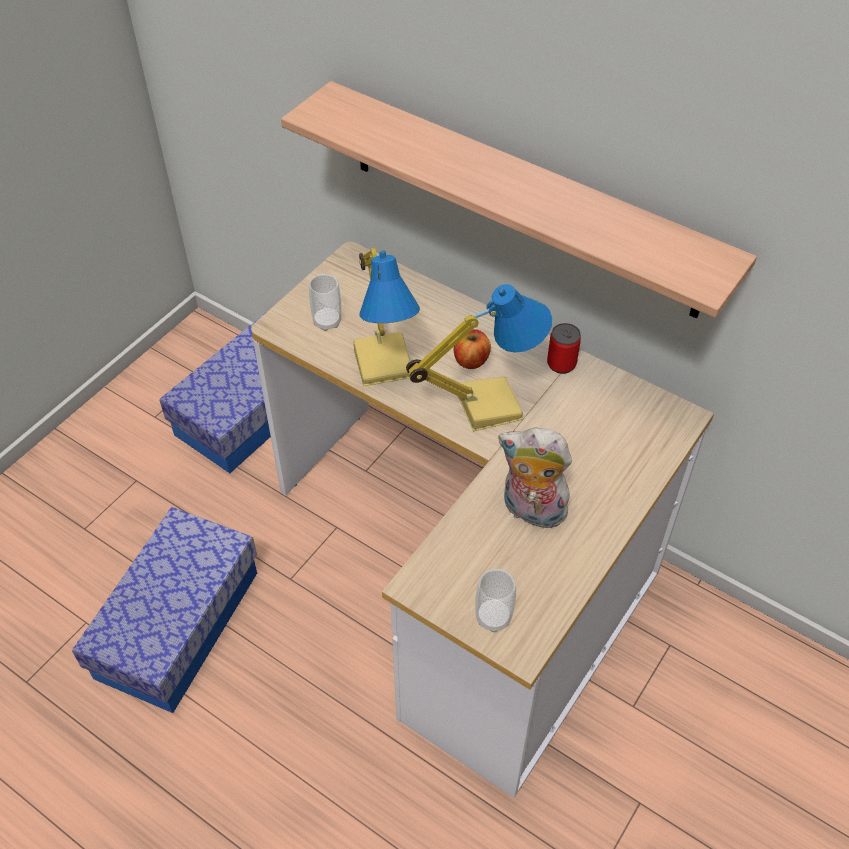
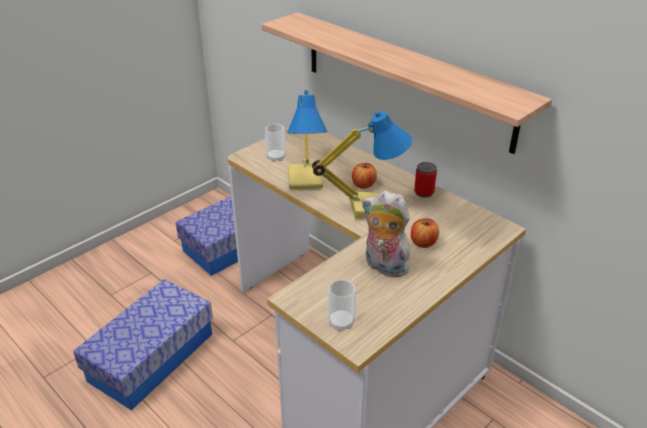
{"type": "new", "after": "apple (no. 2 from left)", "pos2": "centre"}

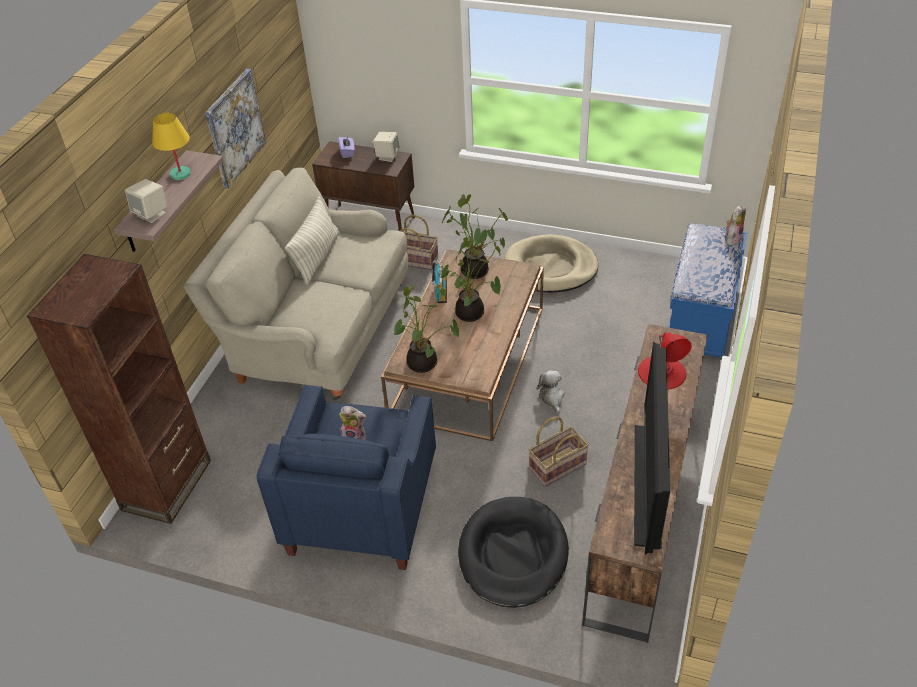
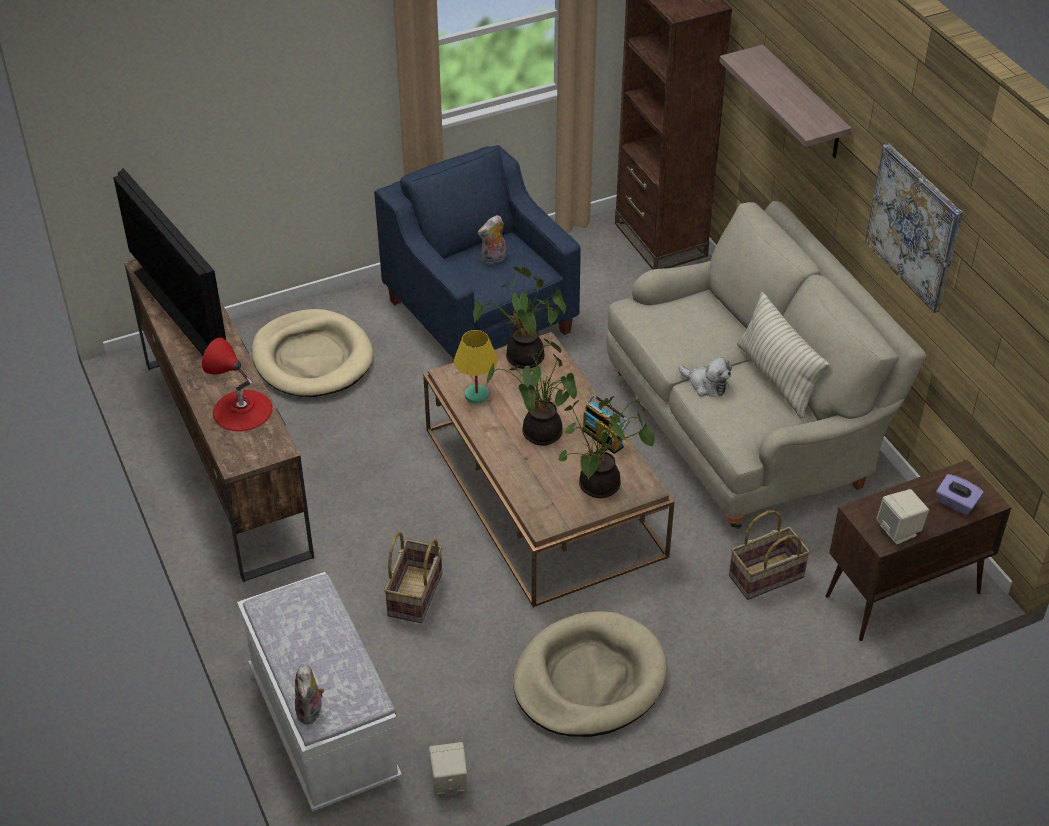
{"type": "shifted", "before": "beige speaker (no. 1 from left)", "pos1": "top left", "pos2": "bottom centre"}
{"type": "shifted", "before": "yellow table lamp", "pos1": "top left", "pos2": "centre"}
{"type": "shifted", "before": "basket (no. 2 from left in the first image)", "after": "basket (no. 1 from left)", "pos1": "centre", "pos2": "bottom centre"}
{"type": "shifted", "before": "plush toy (no. 2 from left in the first image)", "after": "plush toy (no. 3 from left)", "pos1": "centre", "pos2": "middle right"}
{"type": "repainted", "before": "black dog bed", "after": "beige dog bed (no. 1 from left)", "pos1": "bottom centre", "pos2": "middle left"}
{"type": "repainted", "before": "blue bench", "after": "white bench", "pos1": "middle right", "pos2": "bottom left"}

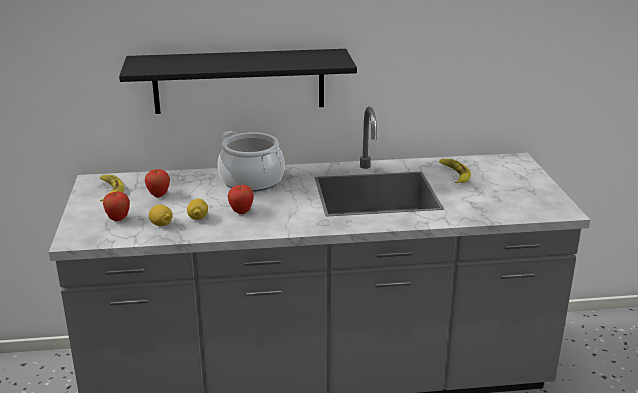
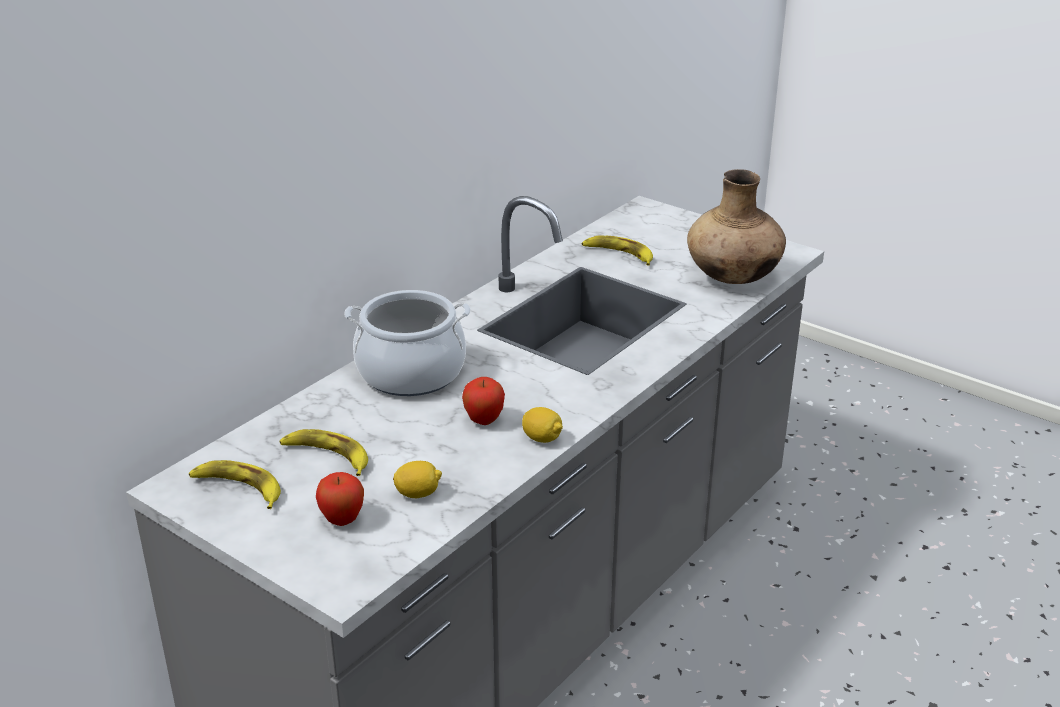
{"type": "gone", "before": "black shelf", "pos1": "top centre"}
{"type": "new", "after": "brown vase", "pos2": "top right"}
{"type": "shifted", "before": "lemon (no. 2 from left)", "pos1": "middle left", "pos2": "centre"}
{"type": "swapped", "before": "apple (no. 2 from left)", "after": "banana (no. 2 from left)", "pos1": "middle left", "pos2": "middle left"}

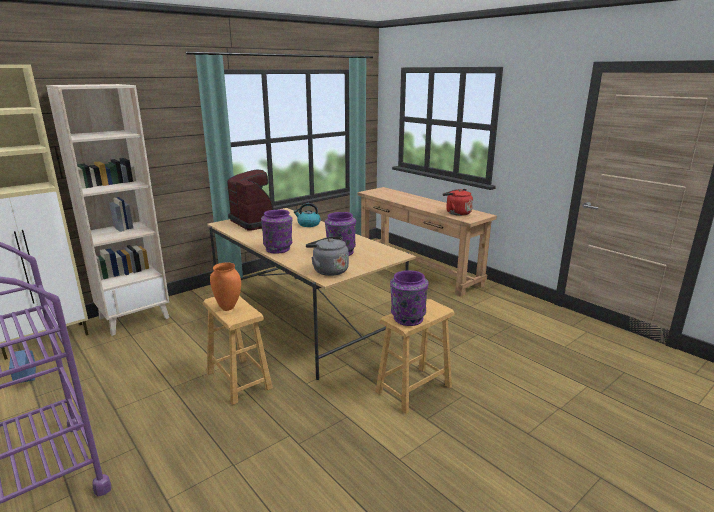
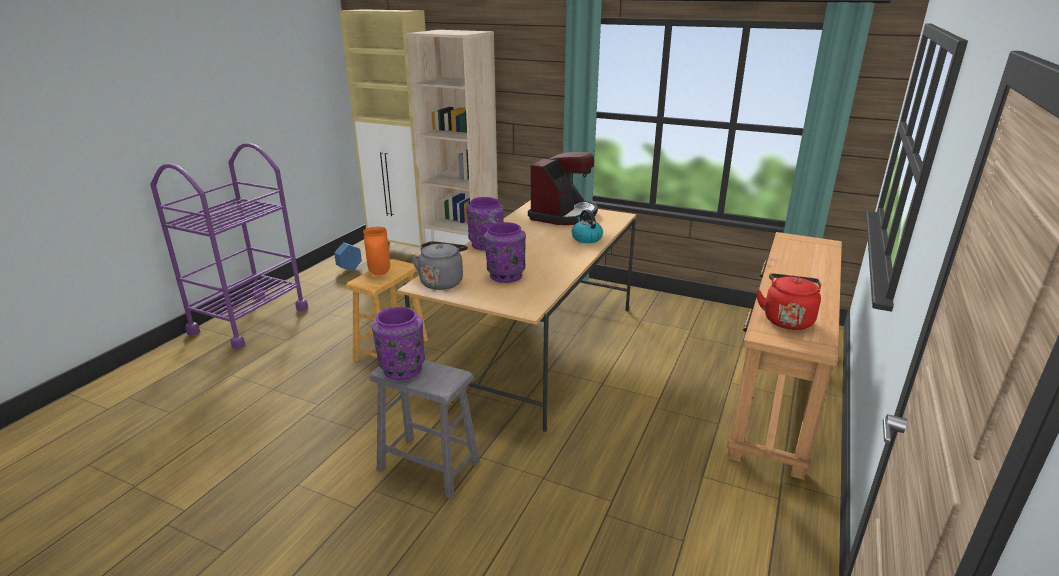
{"type": "repainted", "before": "brown stool (no. 2 from left)", "after": "grey stool", "pos1": "bottom centre", "pos2": "bottom centre"}

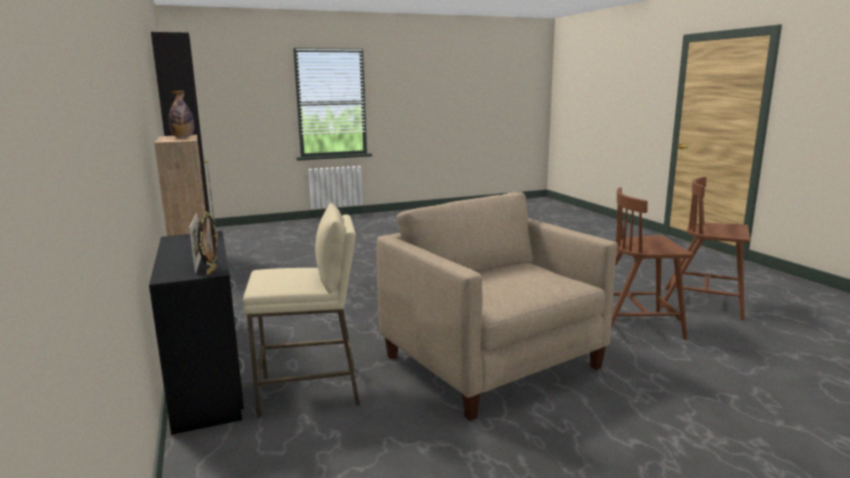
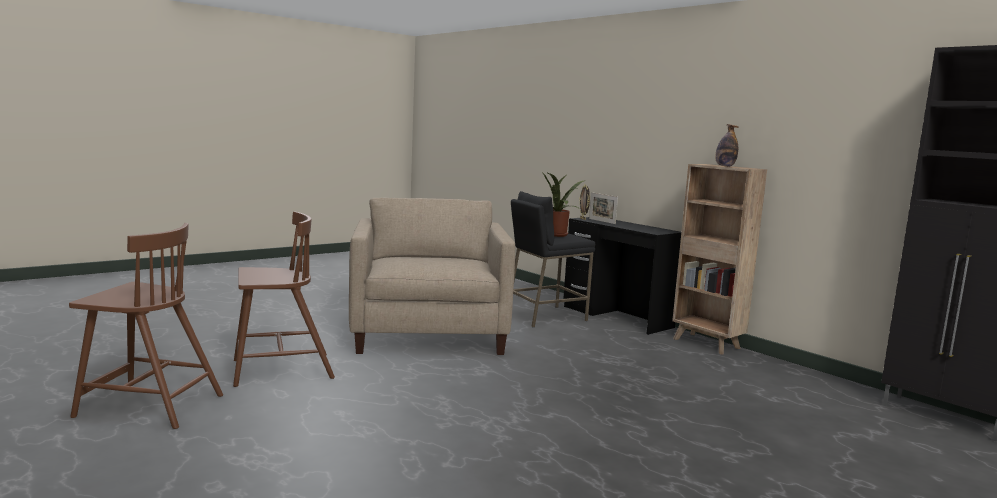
{"type": "new", "after": "potted plant", "pos2": "centre"}
{"type": "repainted", "before": "beige stool", "after": "black stool", "pos1": "centre", "pos2": "centre"}
{"type": "rotated", "before": "beige armchair", "pos1": "centre", "pos2": "centre", "turn": -135}

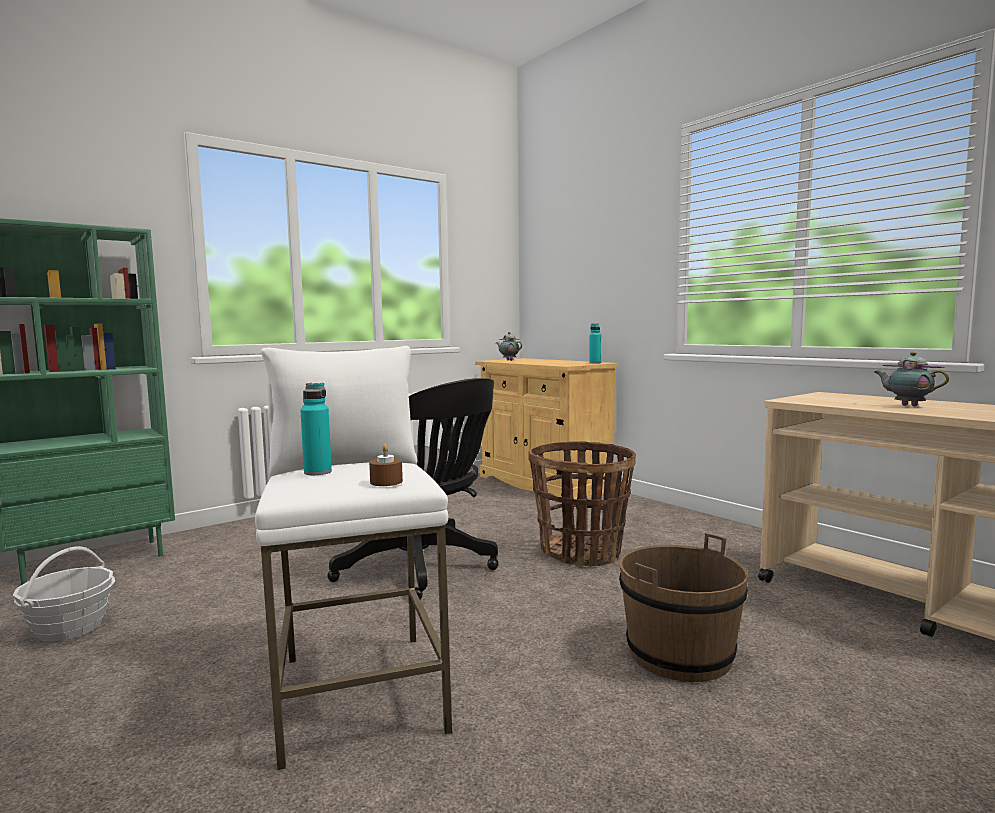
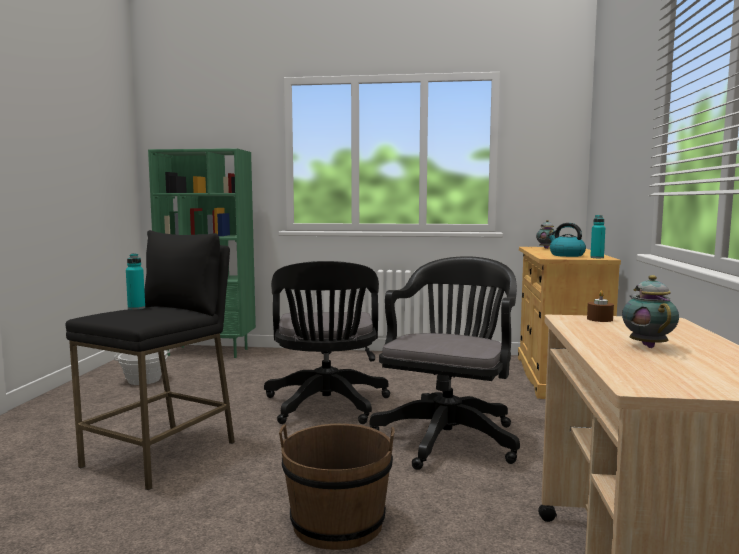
{"type": "new", "after": "kettle", "pos2": "middle right"}
{"type": "shifted", "before": "brown candle", "pos1": "centre", "pos2": "middle right"}
{"type": "swapped", "before": "basket (no. 2 from left)", "after": "black office chair (no. 2 from left)", "pos1": "centre", "pos2": "centre"}
{"type": "repainted", "before": "white stool", "after": "black stool", "pos1": "bottom centre", "pos2": "middle left"}

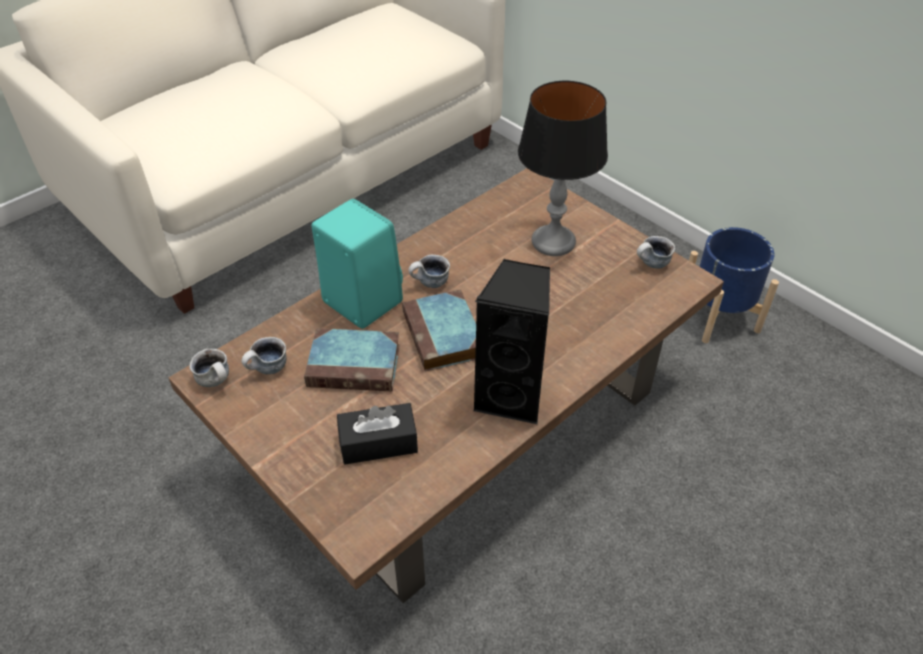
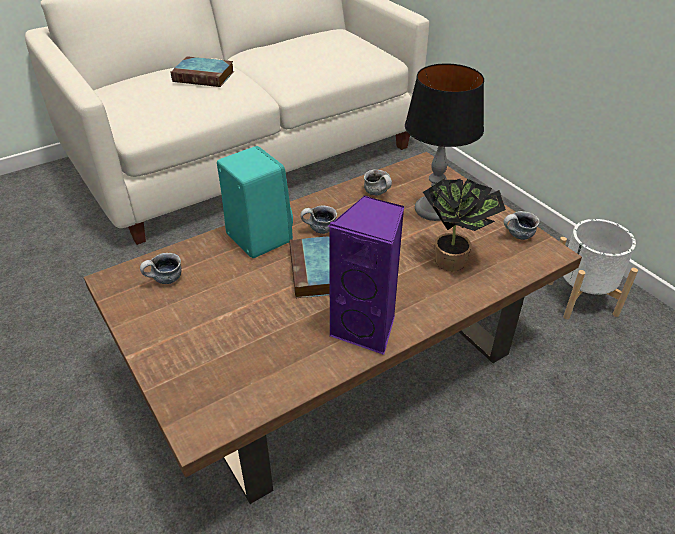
{"type": "gone", "before": "black tissue box", "pos1": "centre"}
{"type": "new", "after": "potted plant", "pos2": "middle right"}
{"type": "shifted", "before": "mug (no. 1 from left in the first image)", "after": "mug (no. 3 from left)", "pos1": "middle left", "pos2": "centre"}
{"type": "shifted", "before": "book (no. 1 from left)", "pos1": "centre", "pos2": "top left"}
{"type": "repainted", "before": "black speaker", "after": "purple speaker", "pos1": "centre", "pos2": "centre"}
{"type": "repainted", "before": "blue planter", "after": "white planter", "pos1": "middle right", "pos2": "middle right"}

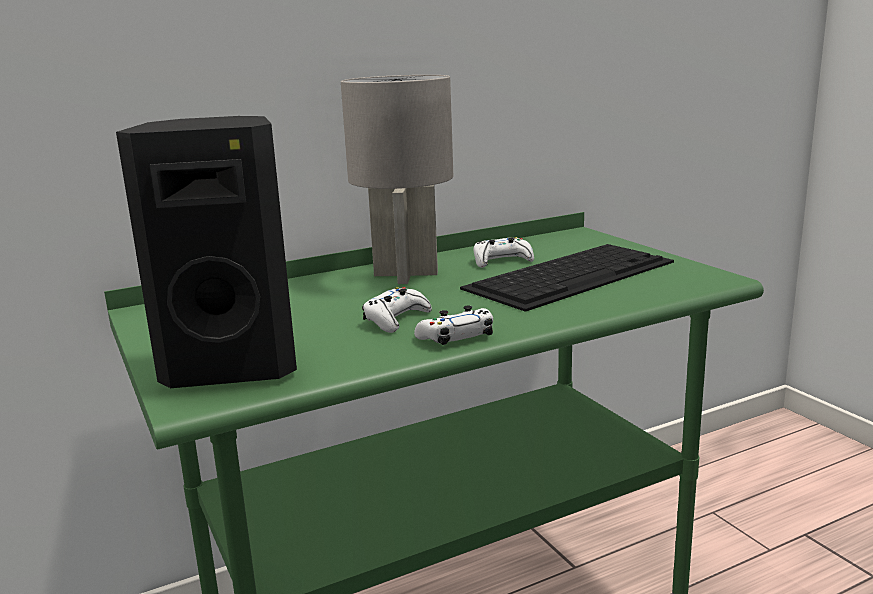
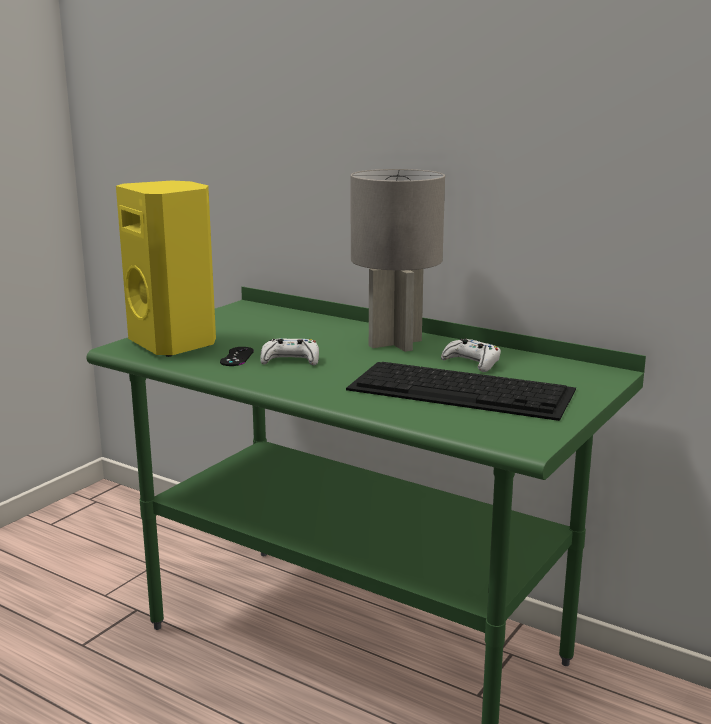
{"type": "gone", "before": "white game controller (no. 2 from left)", "pos1": "centre"}
{"type": "new", "after": "black game controller", "pos2": "centre"}
{"type": "repainted", "before": "black speaker", "after": "yellow speaker", "pos1": "middle left", "pos2": "middle left"}

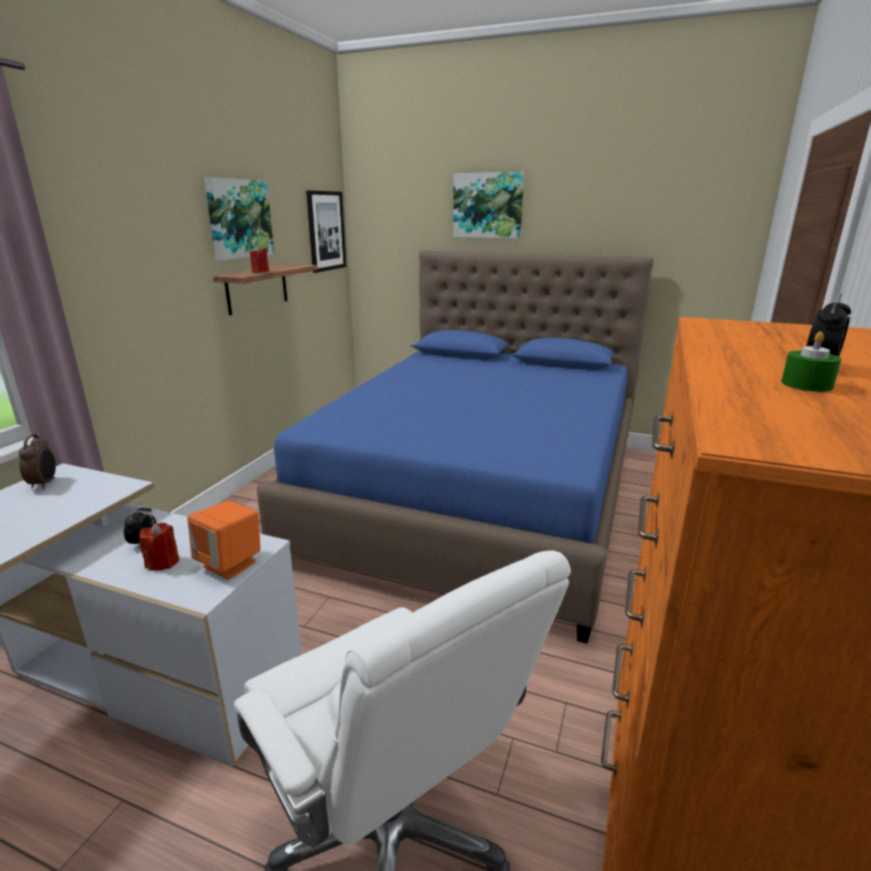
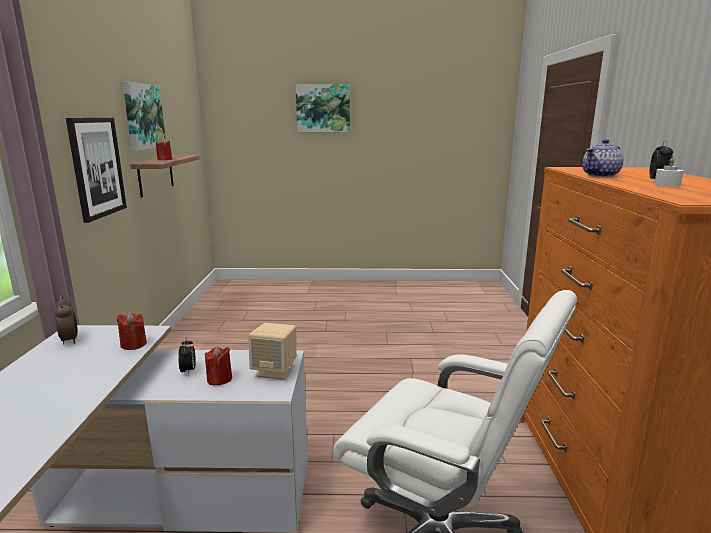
{"type": "gone", "before": "blue bed", "pos1": "centre"}
{"type": "new", "after": "red candle (no. 1 from left)", "pos2": "middle left"}
{"type": "new", "after": "teapot", "pos2": "top right"}
{"type": "shifted", "before": "picture (no. 2 from left in the first image)", "after": "picture (no. 1 from left)", "pos1": "top centre", "pos2": "top left"}
{"type": "repainted", "before": "orange speaker", "after": "beige speaker", "pos1": "middle left", "pos2": "centre"}
{"type": "repainted", "before": "green candle", "after": "white candle", "pos1": "middle right", "pos2": "top right"}

